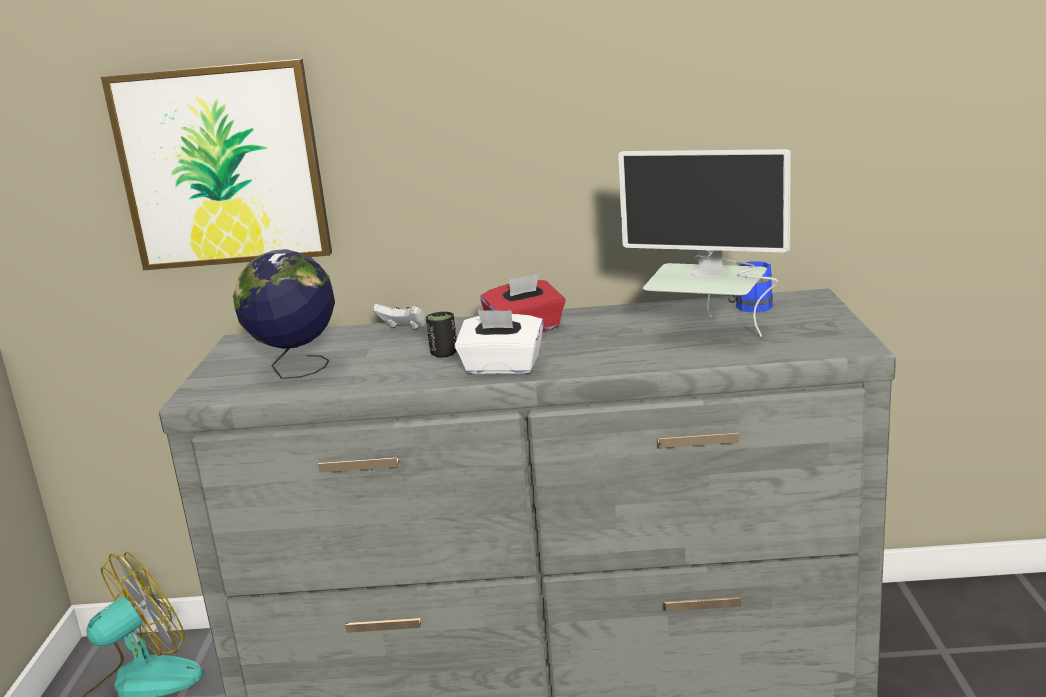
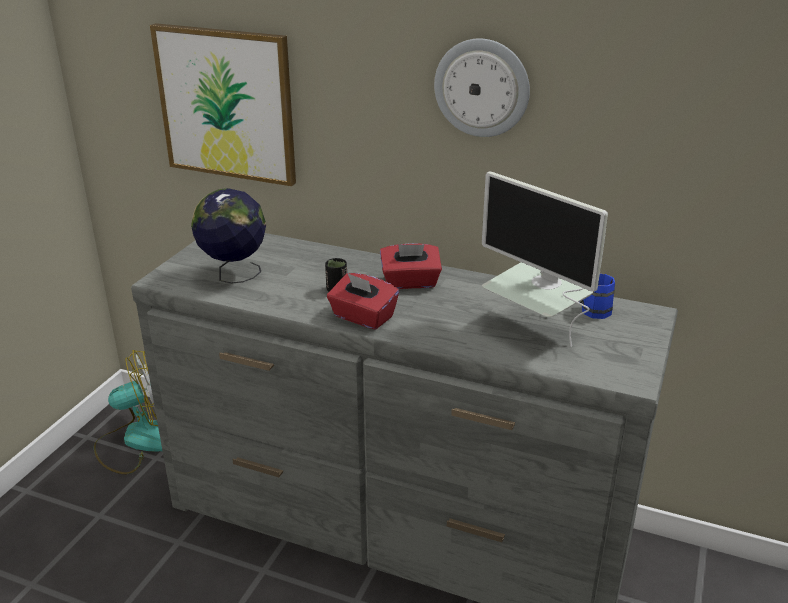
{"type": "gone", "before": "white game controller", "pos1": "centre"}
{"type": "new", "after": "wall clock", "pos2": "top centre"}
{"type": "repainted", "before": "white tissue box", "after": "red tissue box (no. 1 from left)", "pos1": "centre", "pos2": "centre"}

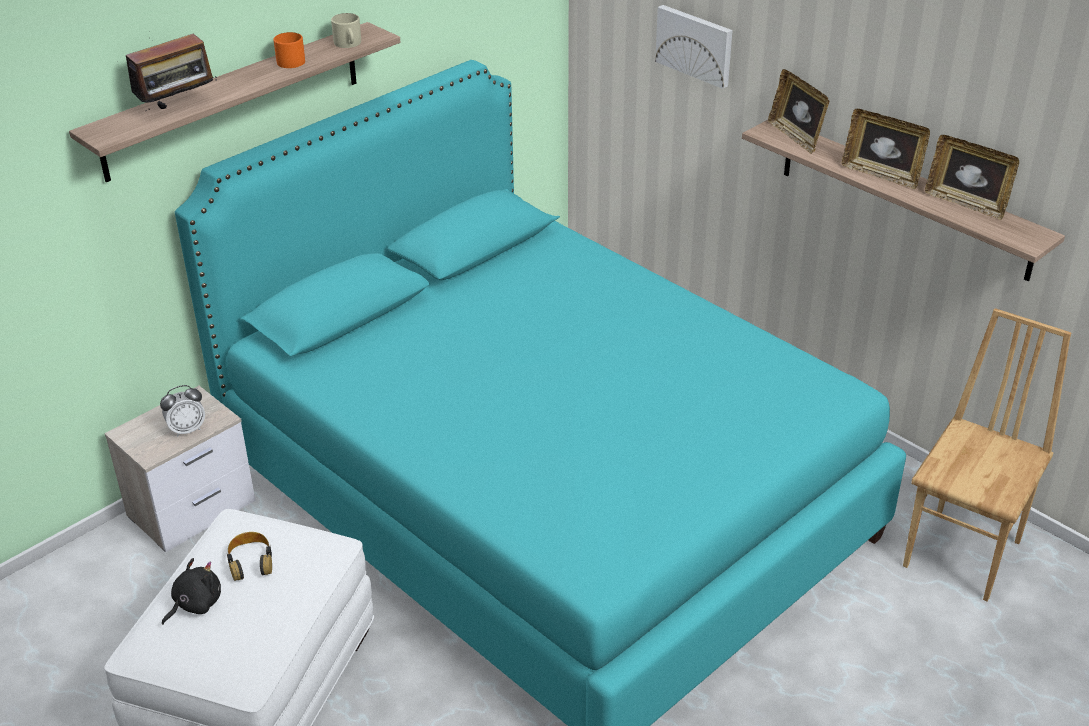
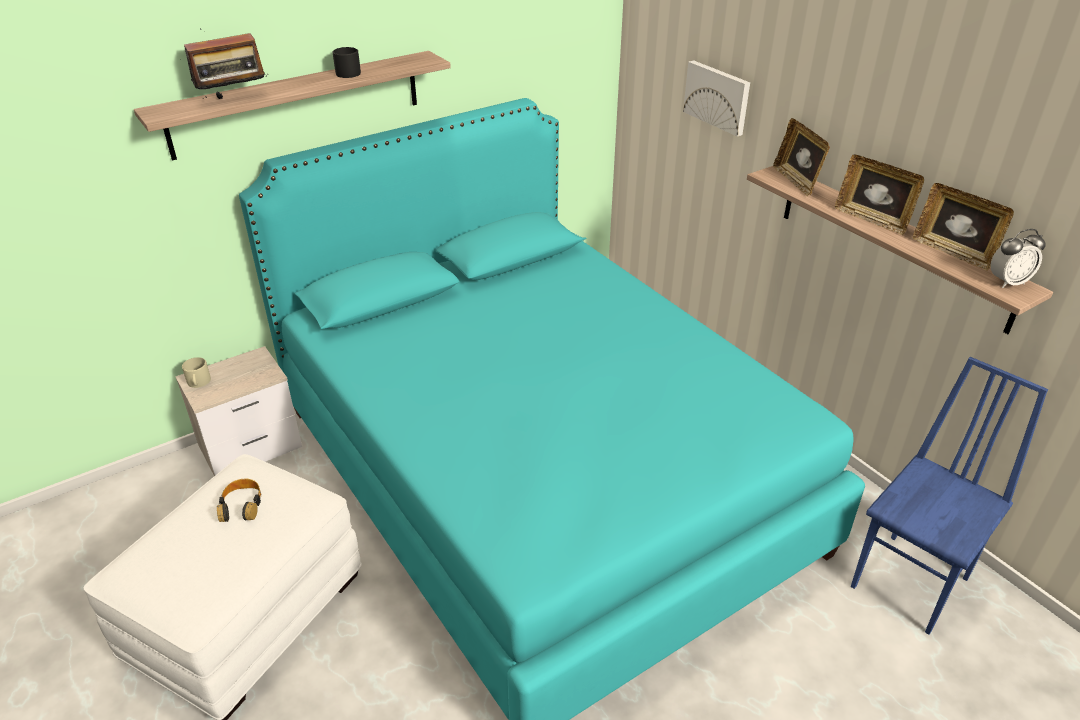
{"type": "gone", "before": "black plush toy", "pos1": "bottom left"}
{"type": "shifted", "before": "alarm clock", "pos1": "middle left", "pos2": "middle right"}
{"type": "shifted", "before": "beige mug", "pos1": "top left", "pos2": "middle left"}
{"type": "repainted", "before": "orange mug", "after": "black mug", "pos1": "top left", "pos2": "top left"}
{"type": "repainted", "before": "brown chair", "after": "blue chair", "pos1": "middle right", "pos2": "bottom right"}

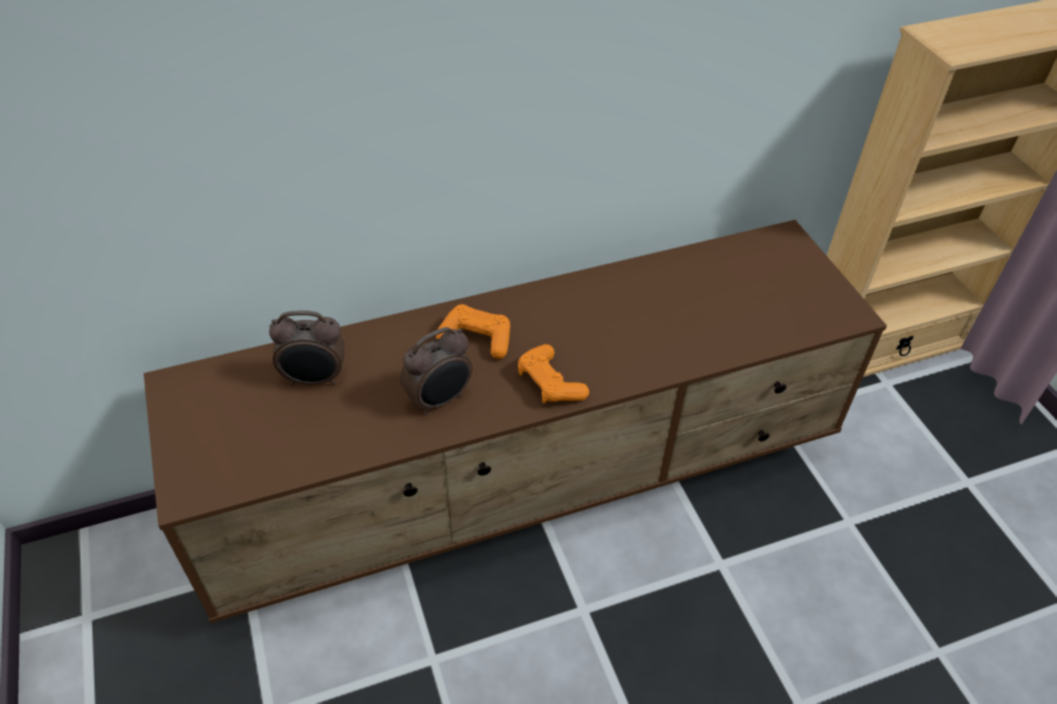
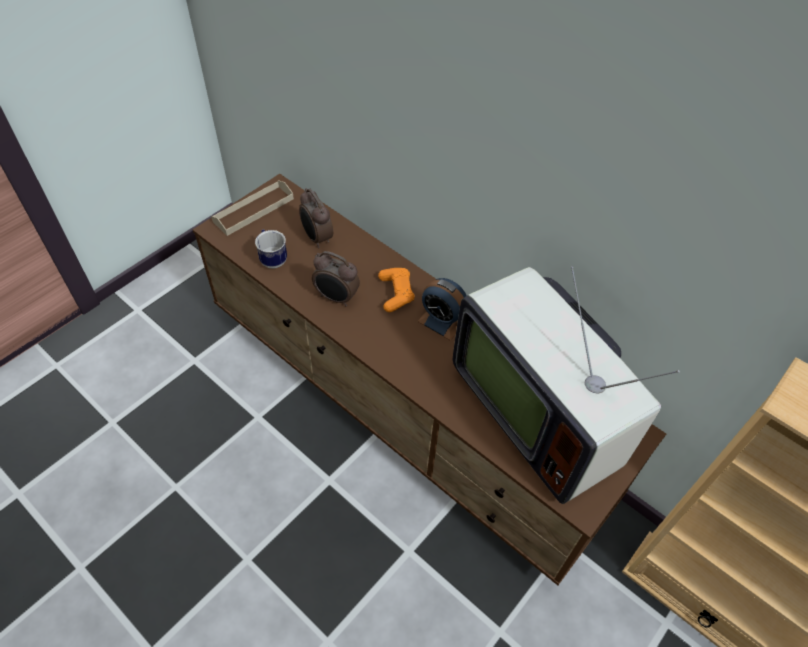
{"type": "gone", "before": "orange game controller (no. 2 from left)", "pos1": "centre"}
{"type": "new", "after": "beige tray", "pos2": "top left"}
{"type": "new", "after": "mug", "pos2": "centre"}
{"type": "new", "after": "alarm clock (no. 3 from left)", "pos2": "centre"}
{"type": "new", "after": "television", "pos2": "middle right"}

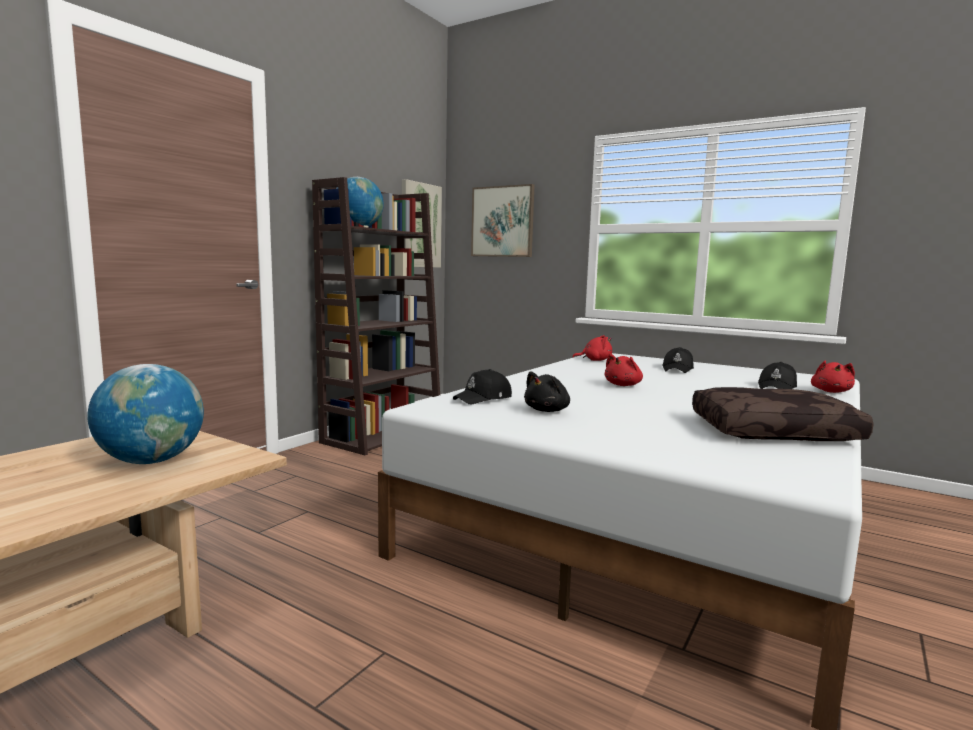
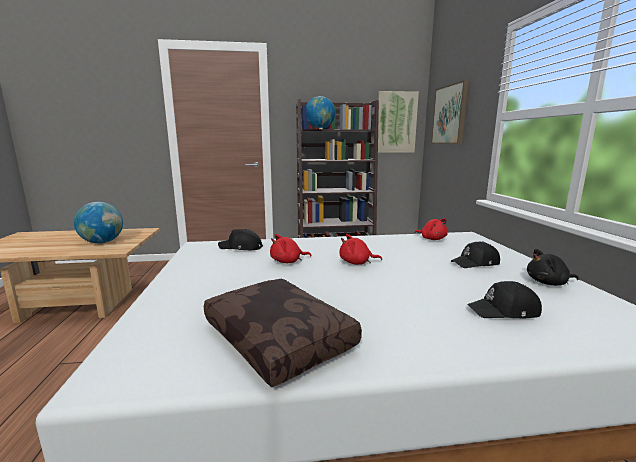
{"type": "shifted", "before": "black plush toy", "pos1": "centre", "pos2": "middle right"}
{"type": "shifted", "before": "red plush toy (no. 3 from left in the first image)", "after": "red plush toy (no. 1 from left)", "pos1": "middle right", "pos2": "centre"}

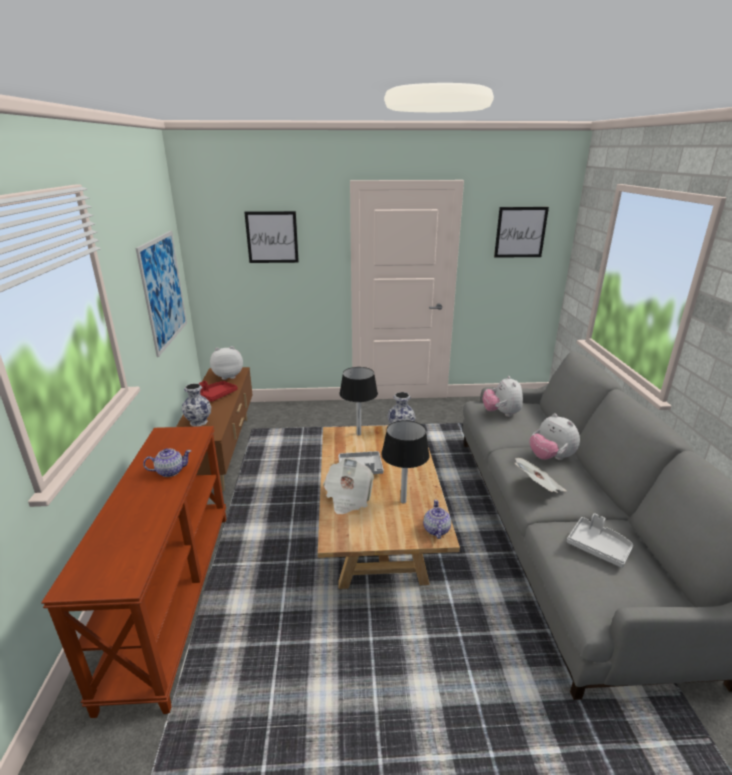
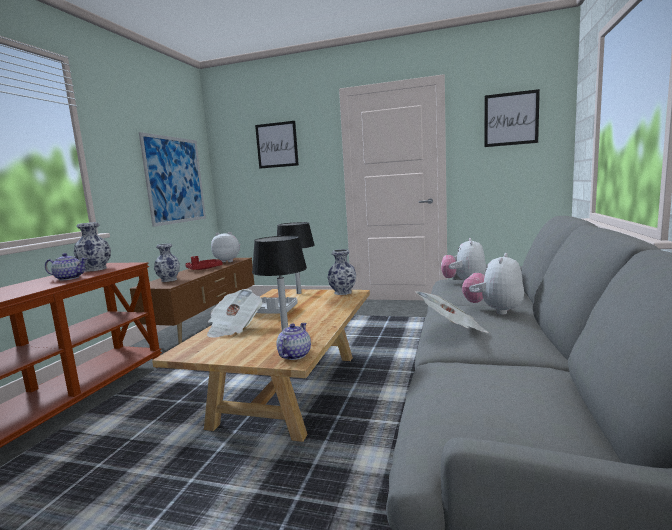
{"type": "gone", "before": "grey tray (no. 2 from left)", "pos1": "bottom right"}
{"type": "new", "after": "vase (no. 1 from left)", "pos2": "middle left"}
{"type": "rotated", "before": "plush toy (no. 3 from left)", "pos1": "middle right", "pos2": "middle right", "turn": 45}

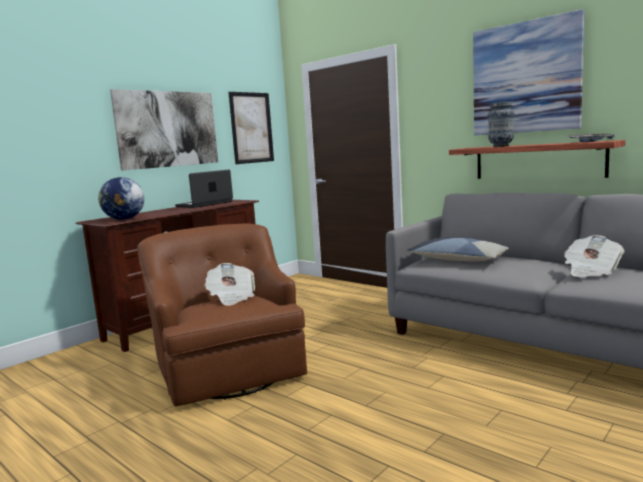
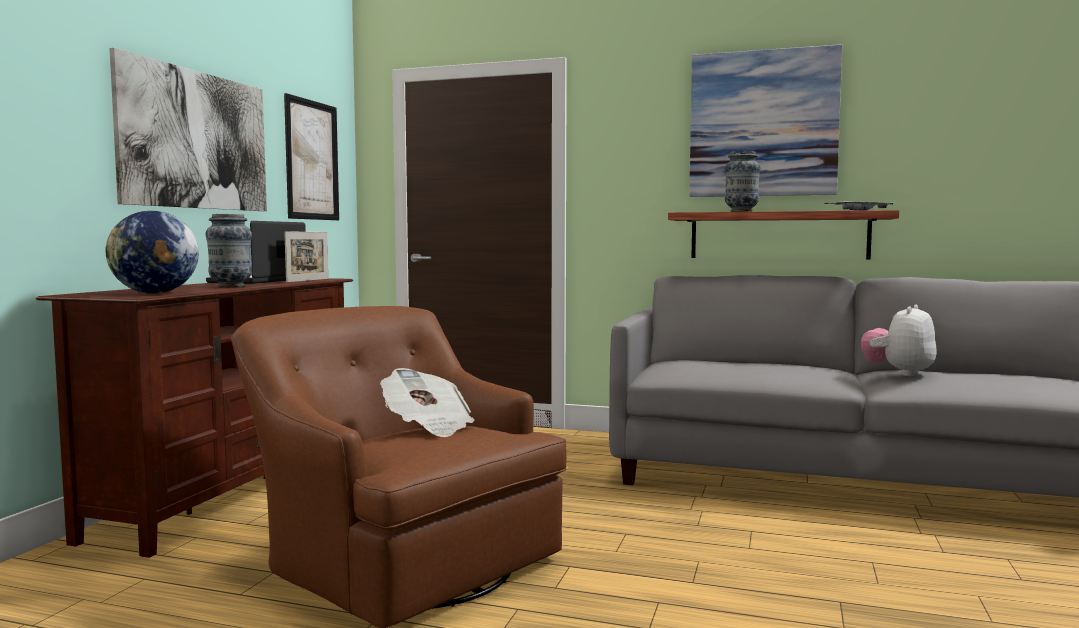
{"type": "gone", "before": "pillow", "pos1": "middle right"}
{"type": "new", "after": "vase (no. 1 from left)", "pos2": "middle left"}
{"type": "new", "after": "picture frame", "pos2": "middle left"}
{"type": "swapped", "before": "newspaper (no. 2 from left)", "after": "plush toy", "pos1": "middle right", "pos2": "middle right"}

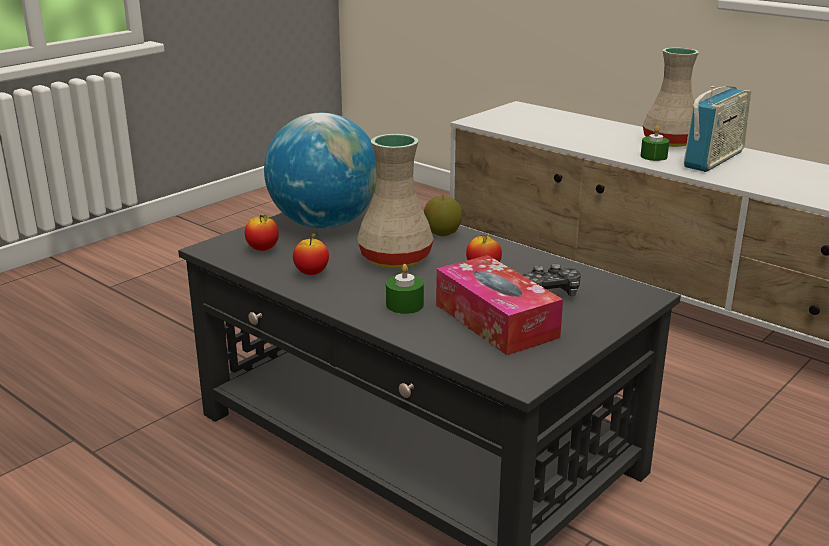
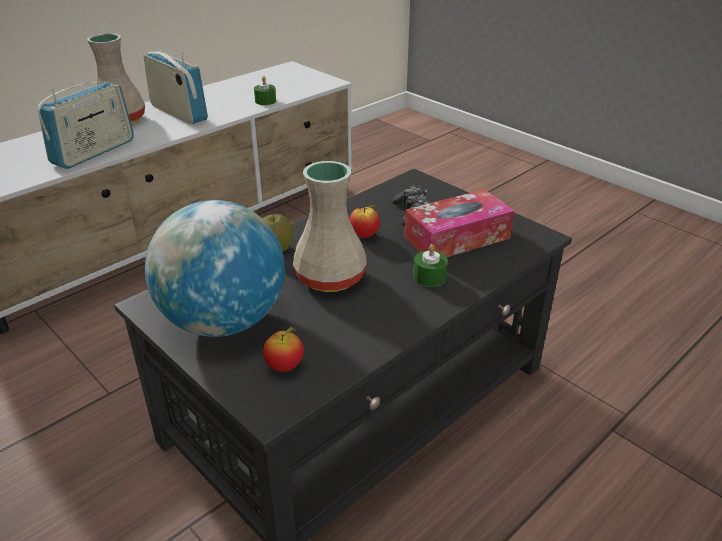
{"type": "gone", "before": "apple (no. 2 from left)", "pos1": "centre"}
{"type": "new", "after": "radio (no. 1 from left)", "pos2": "top left"}
{"type": "shifted", "before": "green candle (no. 2 from left in the first image)", "after": "green candle (no. 1 from left)", "pos1": "top right", "pos2": "top centre"}

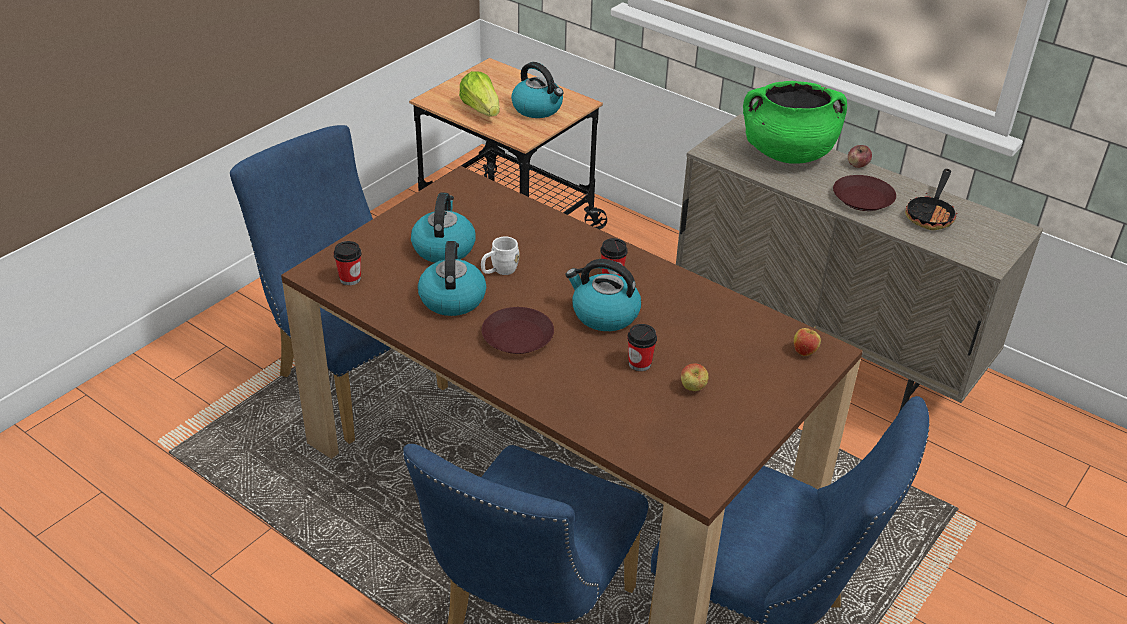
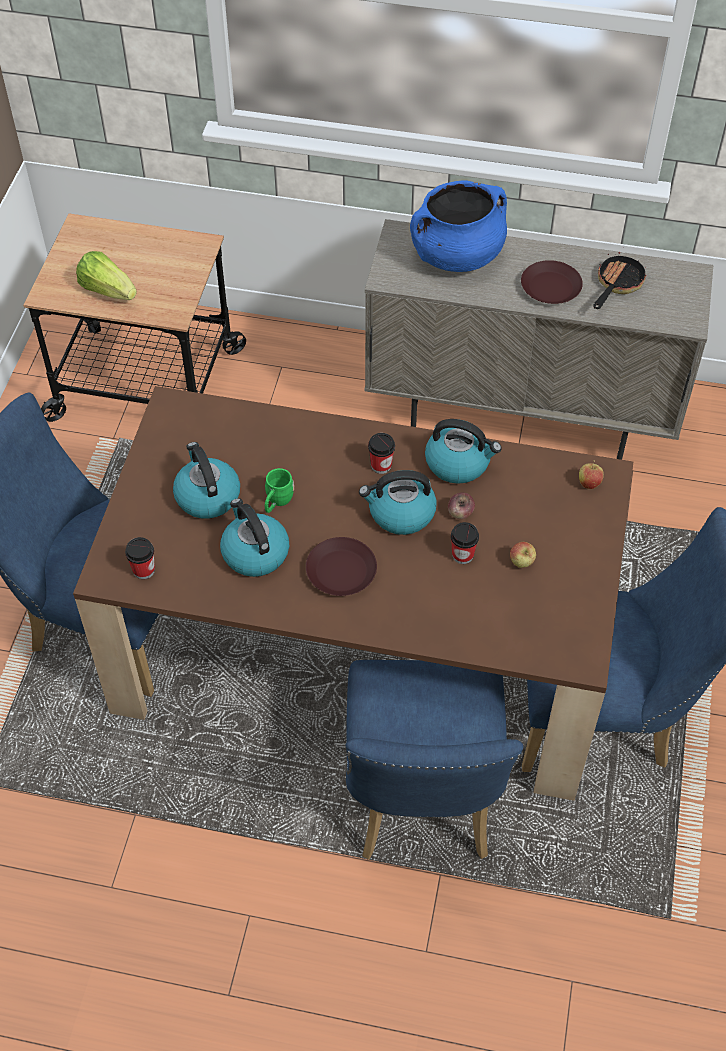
{"type": "shifted", "before": "kettle (no. 3 from left in the first image)", "after": "kettle (no. 4 from left)", "pos1": "top centre", "pos2": "centre"}
{"type": "shifted", "before": "apple (no. 3 from left in the first image)", "after": "apple (no. 1 from left)", "pos1": "top right", "pos2": "centre"}
{"type": "repainted", "before": "white mug", "after": "green mug", "pos1": "centre", "pos2": "centre"}
{"type": "repainted", "before": "green cooking pot", "after": "blue cooking pot", "pos1": "top right", "pos2": "top centre"}
{"type": "rotated", "before": "frying pan", "pos1": "top right", "pos2": "top right", "turn": -150}

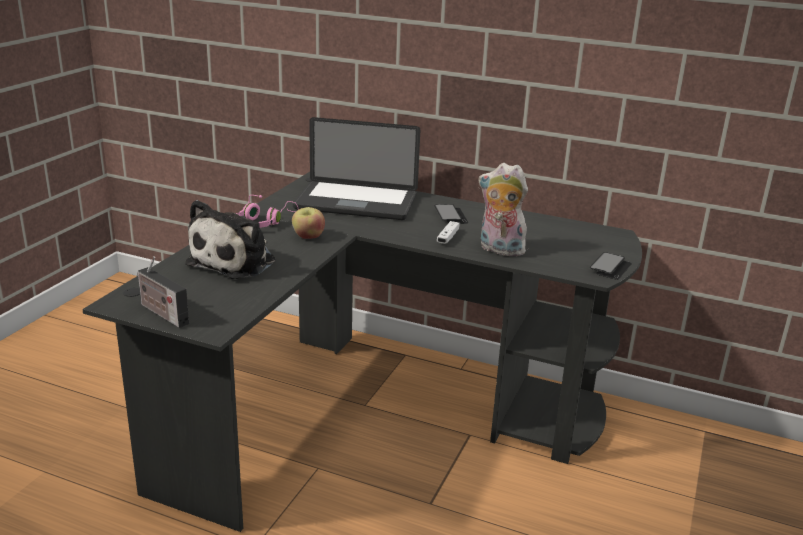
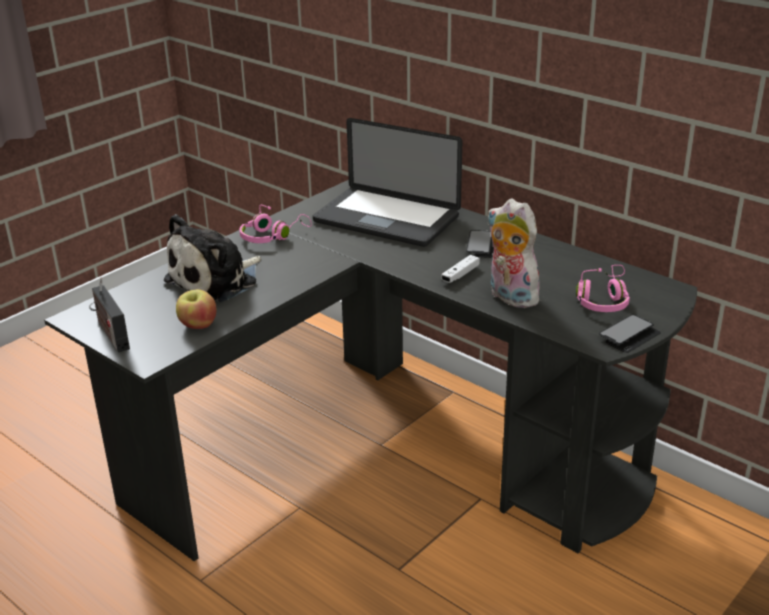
{"type": "new", "after": "pink headphones (no. 2 from left)", "pos2": "middle right"}
{"type": "shifted", "before": "apple", "pos1": "centre", "pos2": "middle left"}

